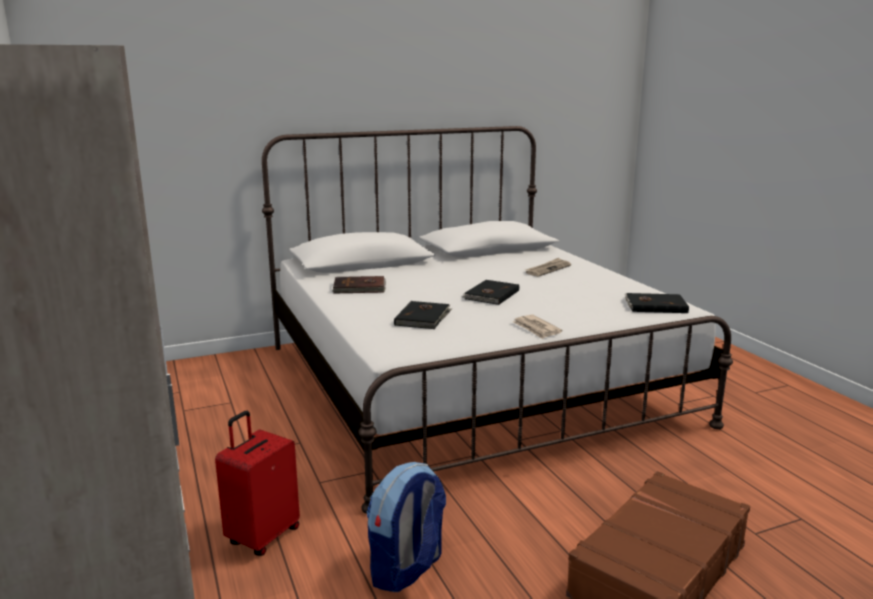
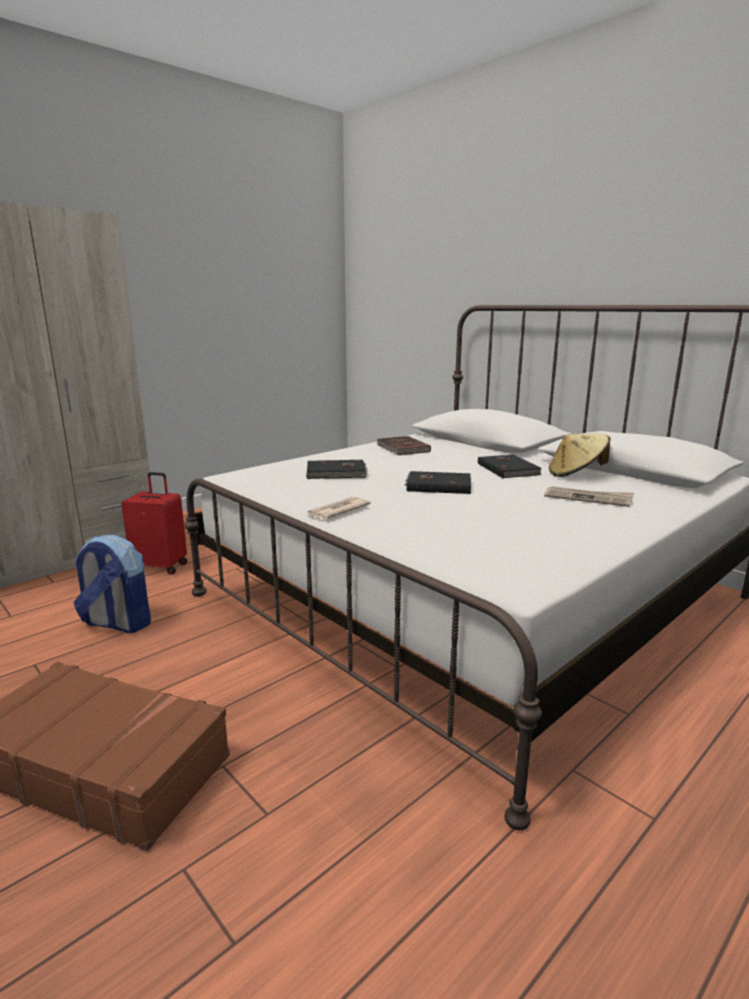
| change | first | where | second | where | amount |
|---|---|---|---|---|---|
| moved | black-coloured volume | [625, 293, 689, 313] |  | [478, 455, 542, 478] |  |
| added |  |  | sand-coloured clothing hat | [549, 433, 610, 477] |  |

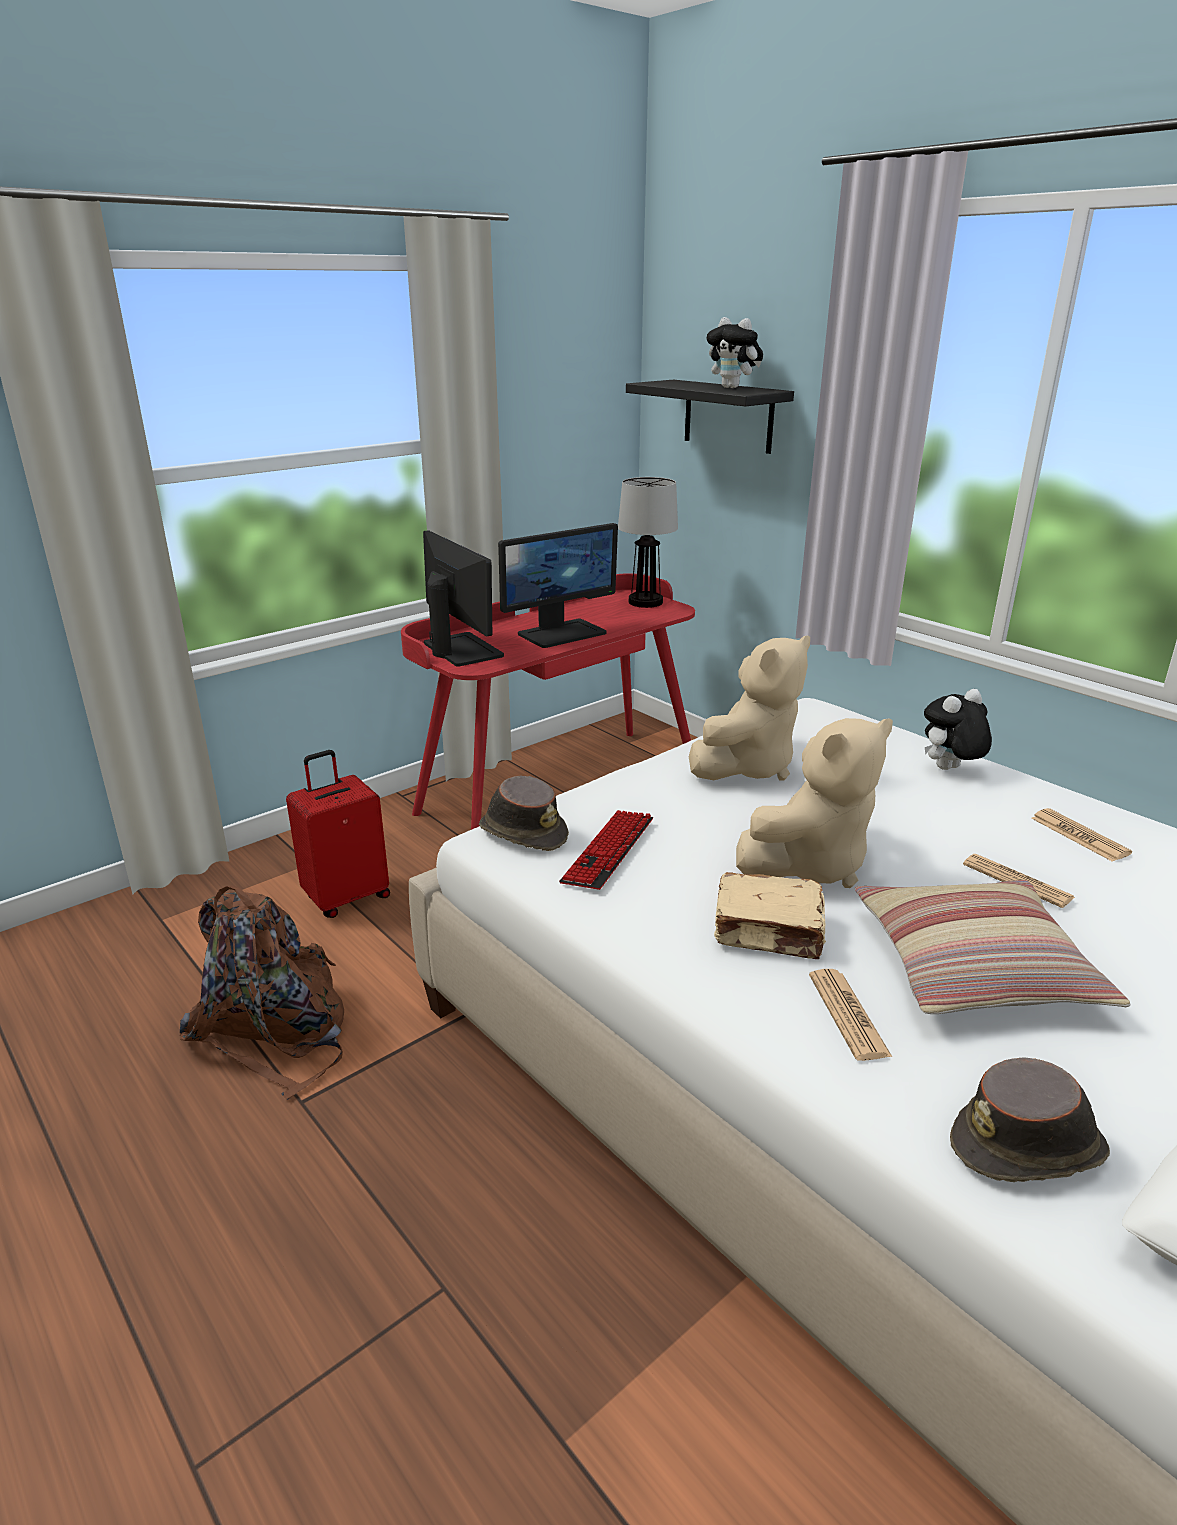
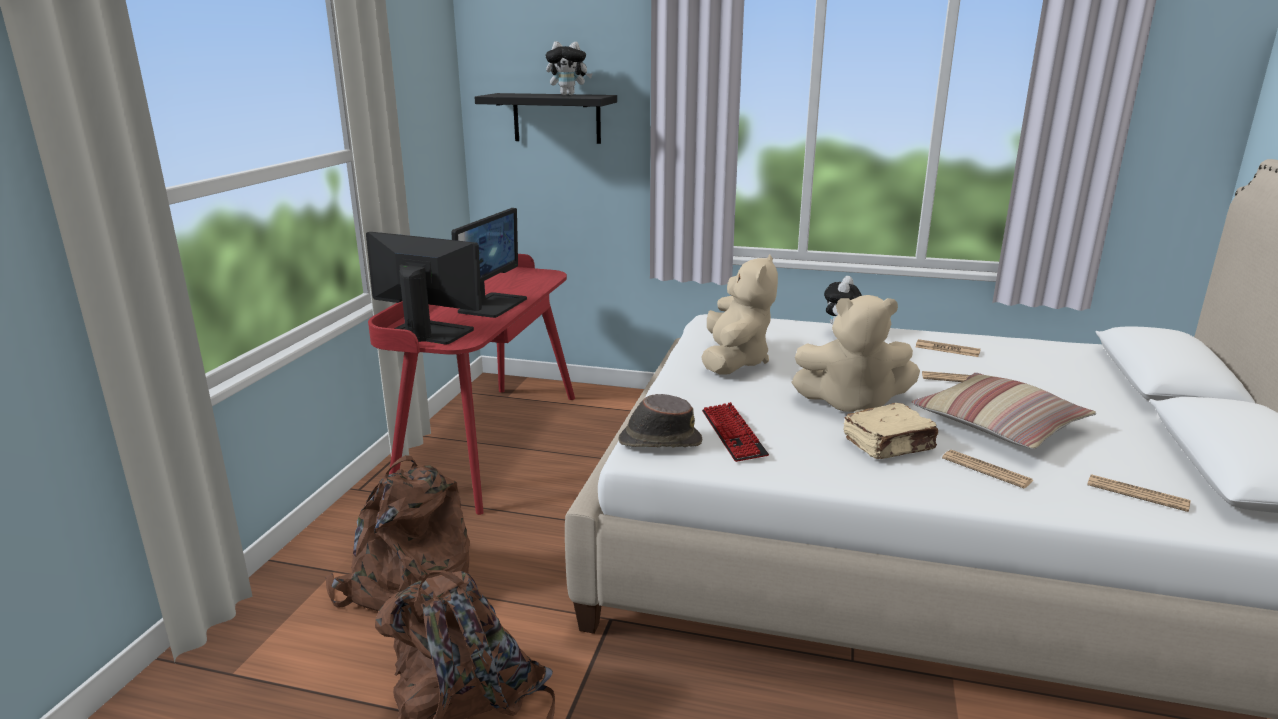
| change | first | where | second | where | amount |
|---|---|---|---|---|---|
| removed | table lamp | [618, 477, 678, 608] |  |  |  |
| turned | sand-coloured soft toy | [736, 718, 893, 888] |  | [791, 295, 920, 413] | 75 degrees clockwise |
| replaced | reddish piece of luggage | [286, 750, 390, 918] | brownish backpack | [326, 455, 470, 611] |  |
| replaced | brownish clothing hat | [950, 1057, 1110, 1182] | daily paper | [1087, 474, 1191, 512] |  |

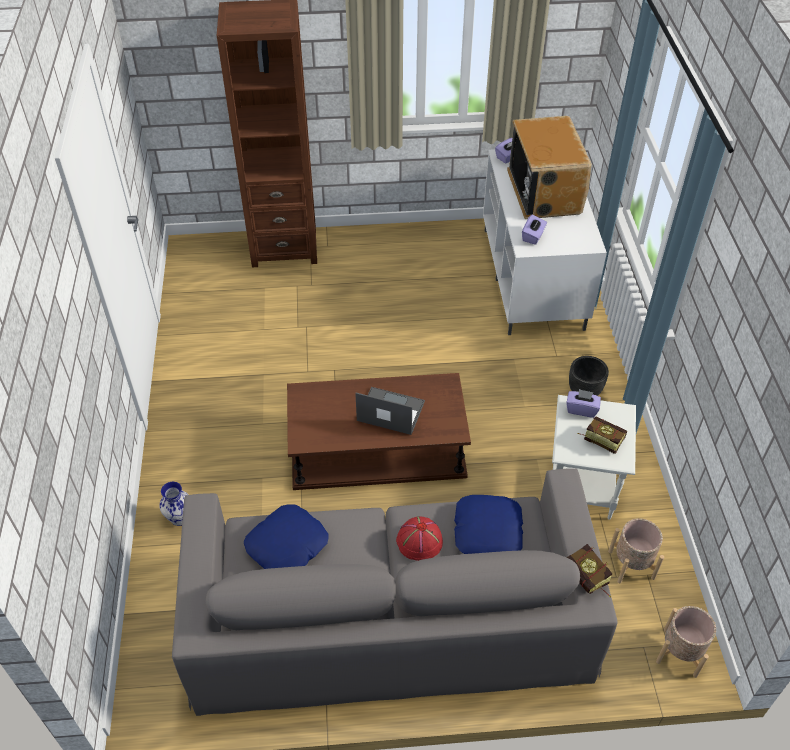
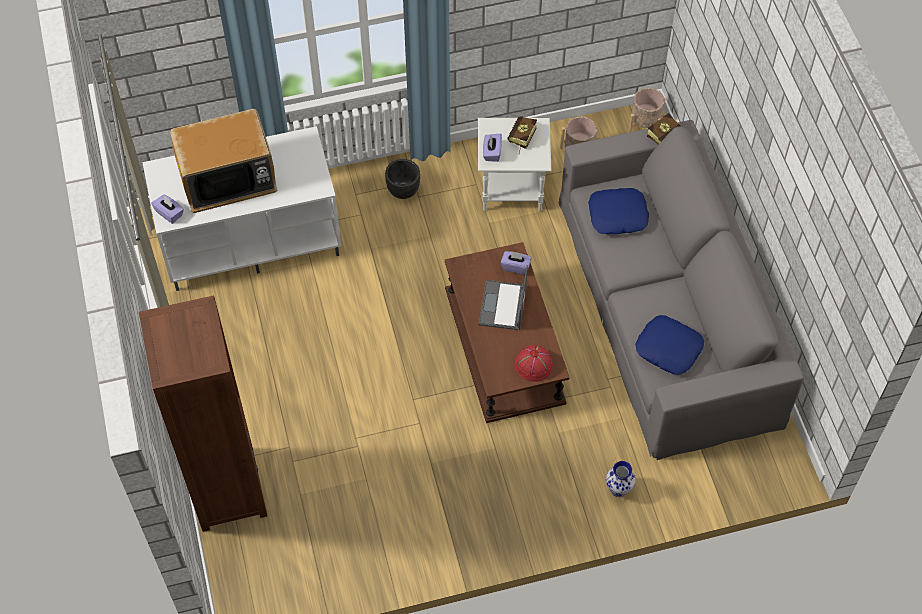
| change | first | where | second | where | amount |
|---|---|---|---|---|---|
| moved | purple box of tissues | [522, 214, 547, 245] |  | [501, 251, 531, 275] |  |
| moved | reddish clothing hat | [396, 516, 443, 561] |  | [515, 345, 553, 382] |  |

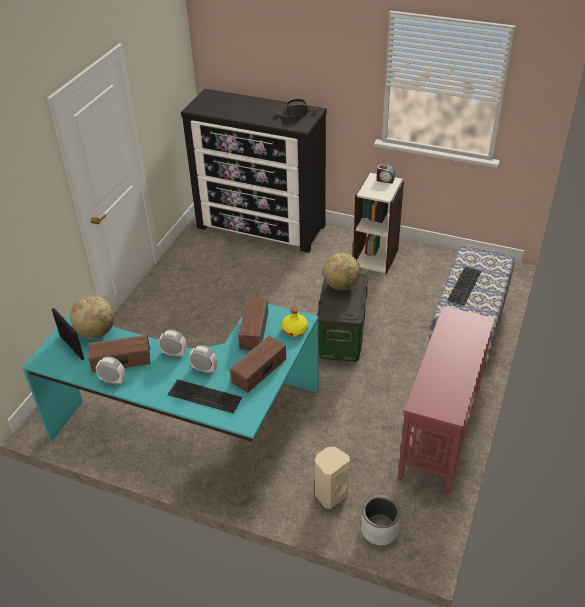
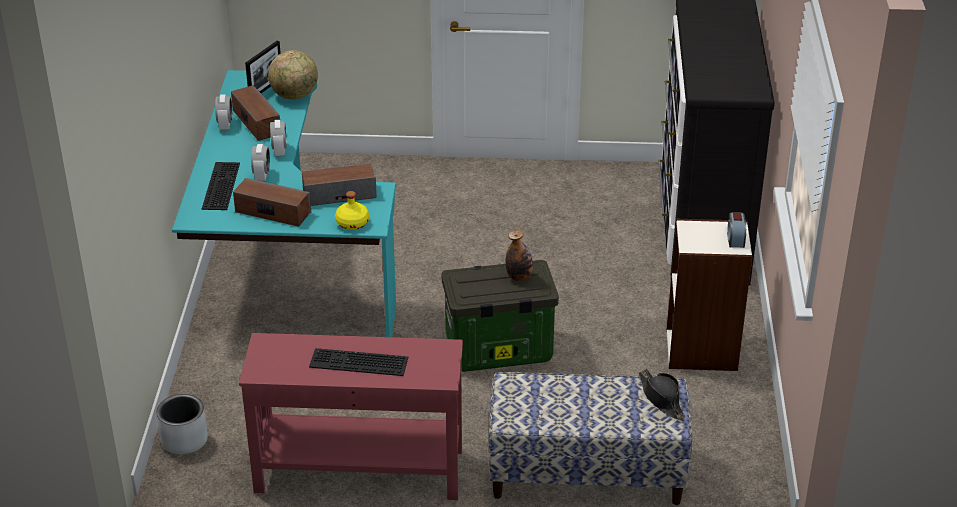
| change | first | where | second | where | amount |
|---|---|---|---|---|---|
| moved | black-coloured clothing hat | [276, 99, 319, 117] |  | [639, 369, 685, 420] |  |
| replaced | desk globe | [323, 253, 361, 290] | drink bottle | [506, 230, 533, 281] |  |
| moved | computer keyboard | [447, 266, 481, 305] |  | [309, 348, 408, 376] |  |
| removed | sand-coloured loudspeaker | [315, 446, 350, 509] |  |  |  |

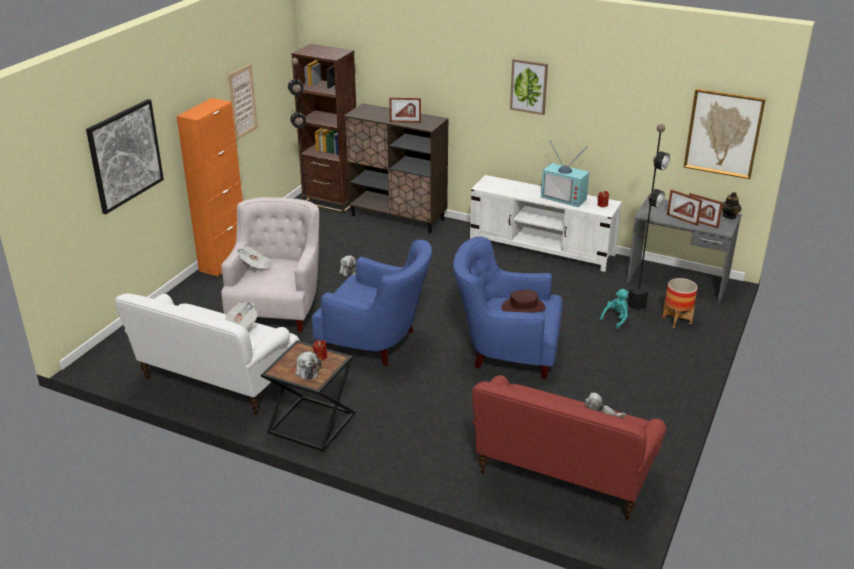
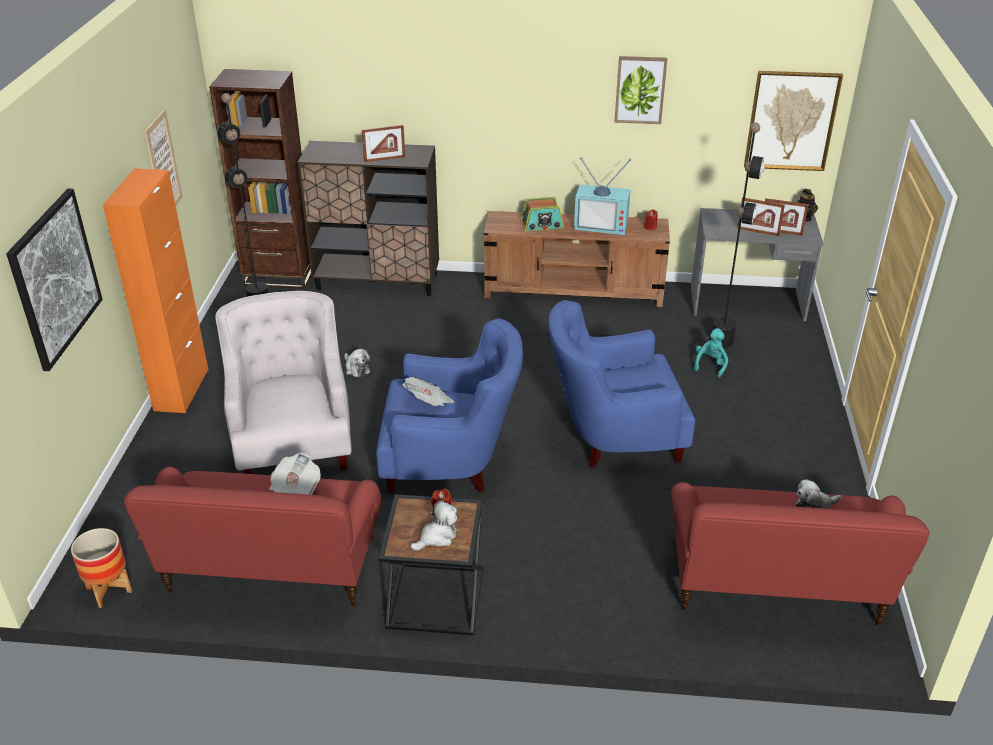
| change | first | where | second | where | amount |
|---|---|---|---|---|---|
| moved | wall picture | [510, 59, 548, 115] |  | [615, 56, 667, 124] |  |
| recoloured | whitish tv stand | [470, 175, 622, 272] | brownish tv stand | [484, 211, 670, 307] |  |
| moved | daily paper | [237, 247, 273, 270] |  | [402, 377, 454, 406] |  |
| moved | plant pot | [662, 278, 697, 328] |  | [71, 528, 132, 608] |  |
| removed | brownish clothing hat | [501, 290, 546, 313] |  |  |  |
| recoloured | whitish couch | [115, 293, 300, 415] | reddish couch | [124, 467, 382, 607] |  |
| turned | soft toy | [295, 352, 321, 380] |  | [410, 501, 457, 551] | 90 degrees counterclockwise |
| added |  |  | radio | [521, 197, 564, 232] |  |

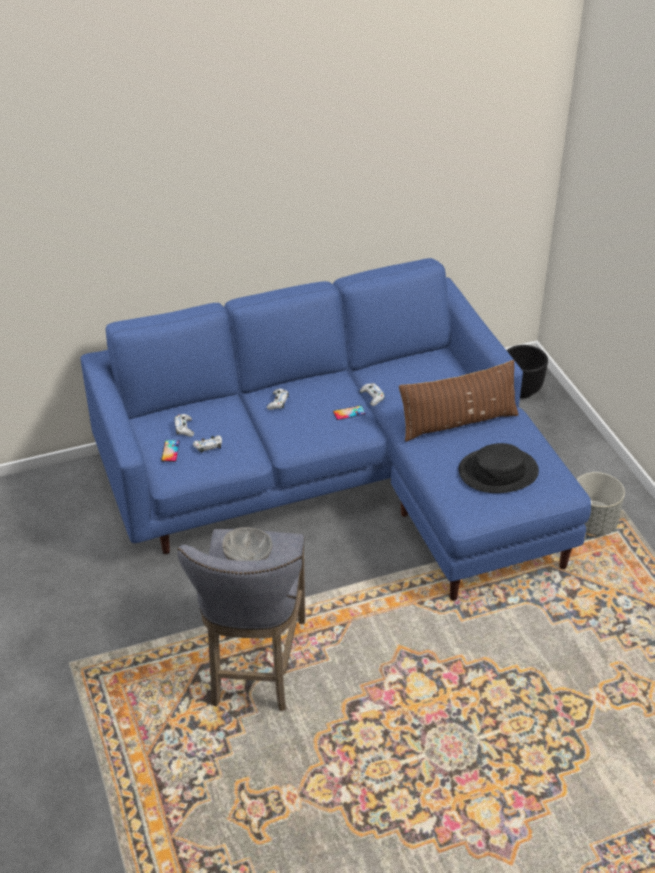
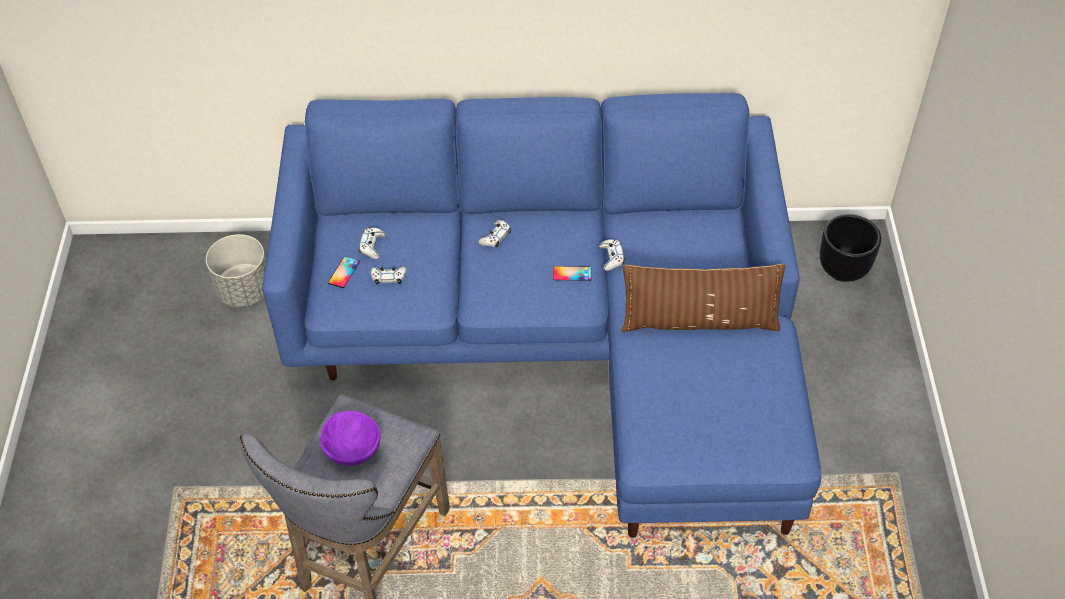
| change | first | where | second | where | amount |
|---|---|---|---|---|---|
| removed | black-coloured clothing hat | [459, 443, 539, 493] |  |  |  |
| moved | grey plant pot | [577, 472, 625, 535] |  | [206, 234, 266, 307] |  |
| recoloured | grey deep dish | [222, 527, 272, 561] | purple deep dish | [319, 411, 380, 466] |  |

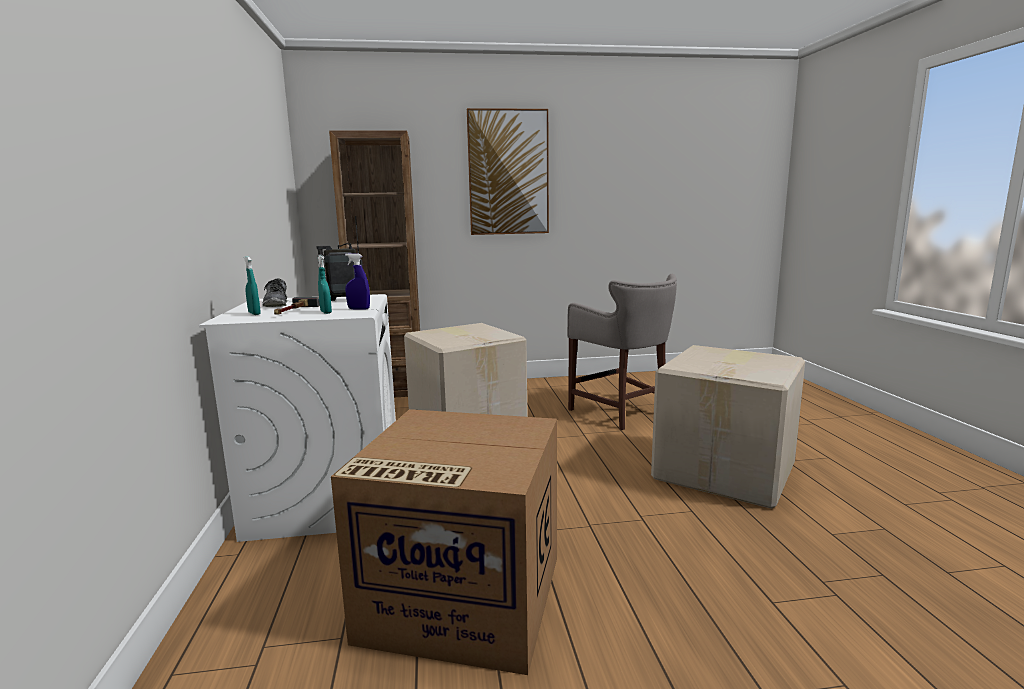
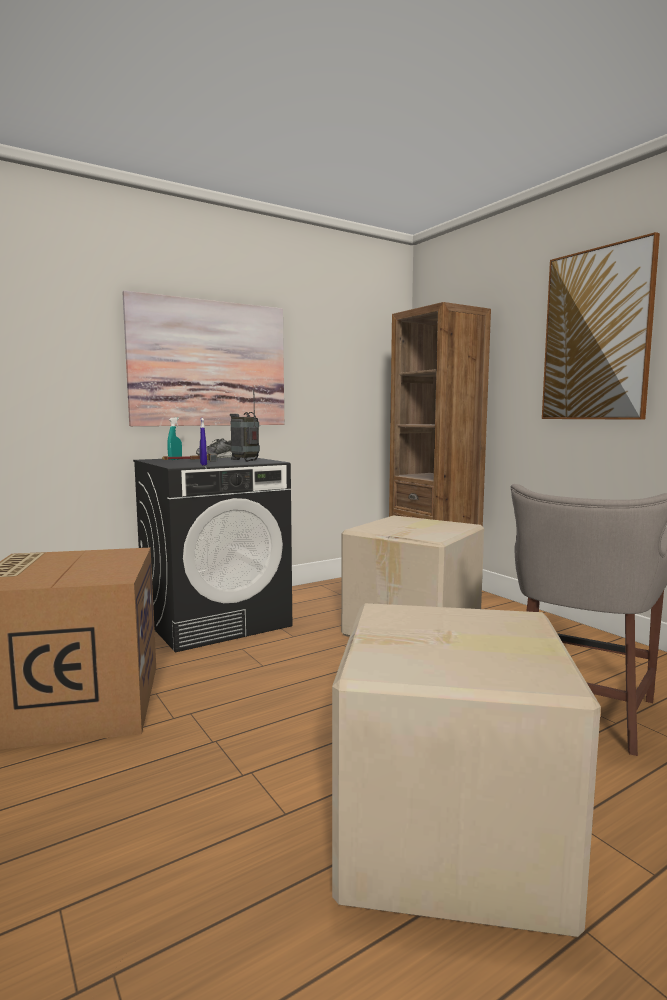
| change | first | where | second | where | amount |
|---|---|---|---|---|---|
| removed | turquoise hand sprayer | [318, 255, 332, 314] |  |  |  |
| recoloured | whitish laundry appliance | [199, 294, 396, 542] | black-coloured laundry appliance | [133, 457, 292, 652] |  |
| added |  |  | wall picture | [122, 290, 284, 426] |  |

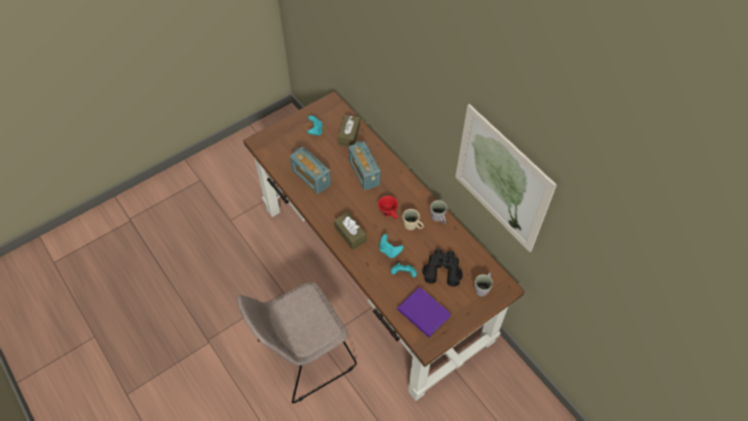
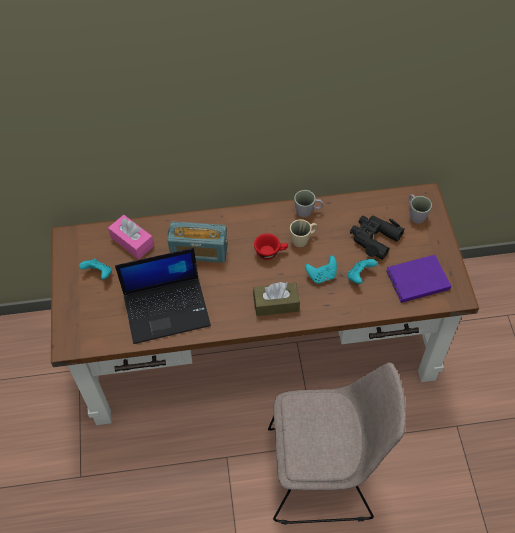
| change | first | where | second | where | amount |
|---|---|---|---|---|---|
| removed | wall picture | [455, 104, 557, 252] |  |  |  |
| recoloured | brownish box of tissues | [338, 115, 360, 147] | pinkish box of tissues | [108, 215, 154, 259] |  |
| replaced | radio | [290, 147, 331, 194] | laptop | [115, 248, 211, 344] |  |
| turned | sand-coloured plain chair | [237, 282, 357, 403] |  | [268, 362, 406, 525] | 90 degrees counterclockwise |

